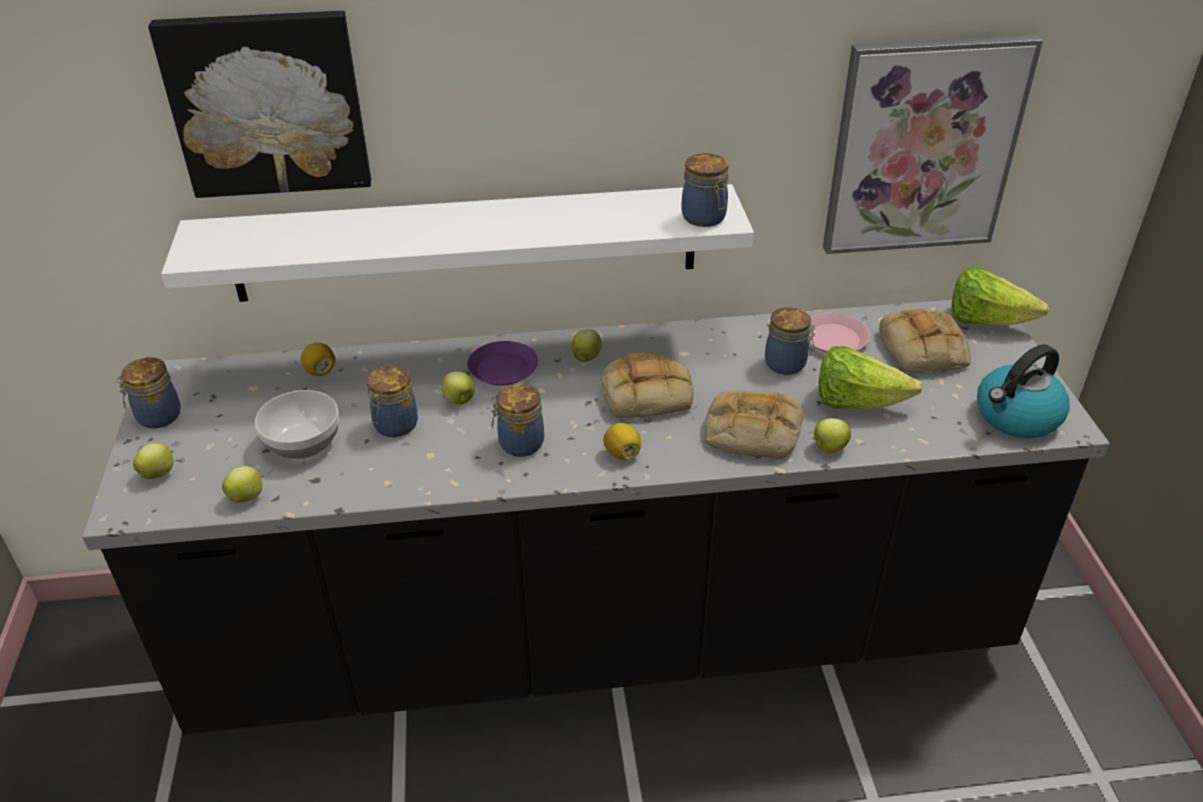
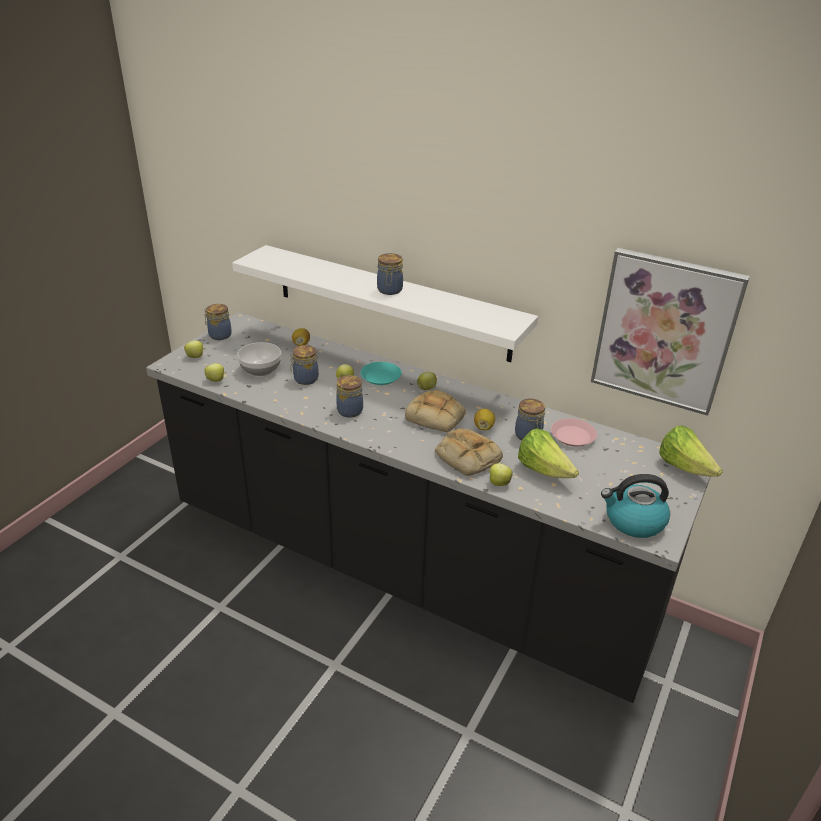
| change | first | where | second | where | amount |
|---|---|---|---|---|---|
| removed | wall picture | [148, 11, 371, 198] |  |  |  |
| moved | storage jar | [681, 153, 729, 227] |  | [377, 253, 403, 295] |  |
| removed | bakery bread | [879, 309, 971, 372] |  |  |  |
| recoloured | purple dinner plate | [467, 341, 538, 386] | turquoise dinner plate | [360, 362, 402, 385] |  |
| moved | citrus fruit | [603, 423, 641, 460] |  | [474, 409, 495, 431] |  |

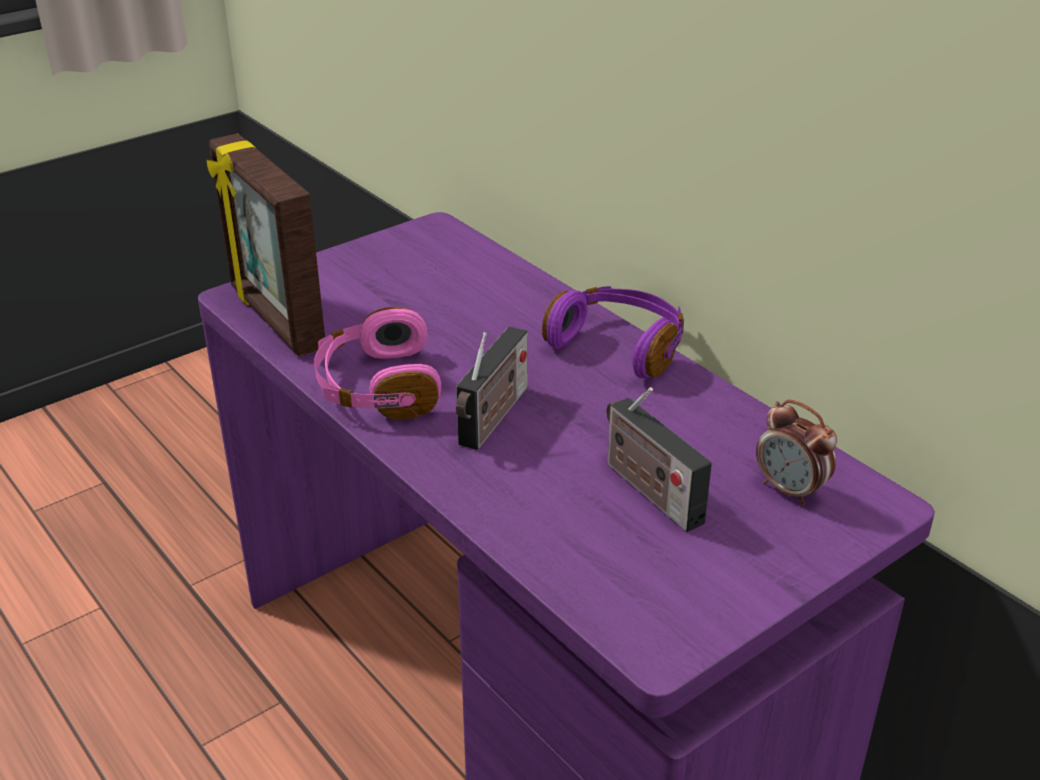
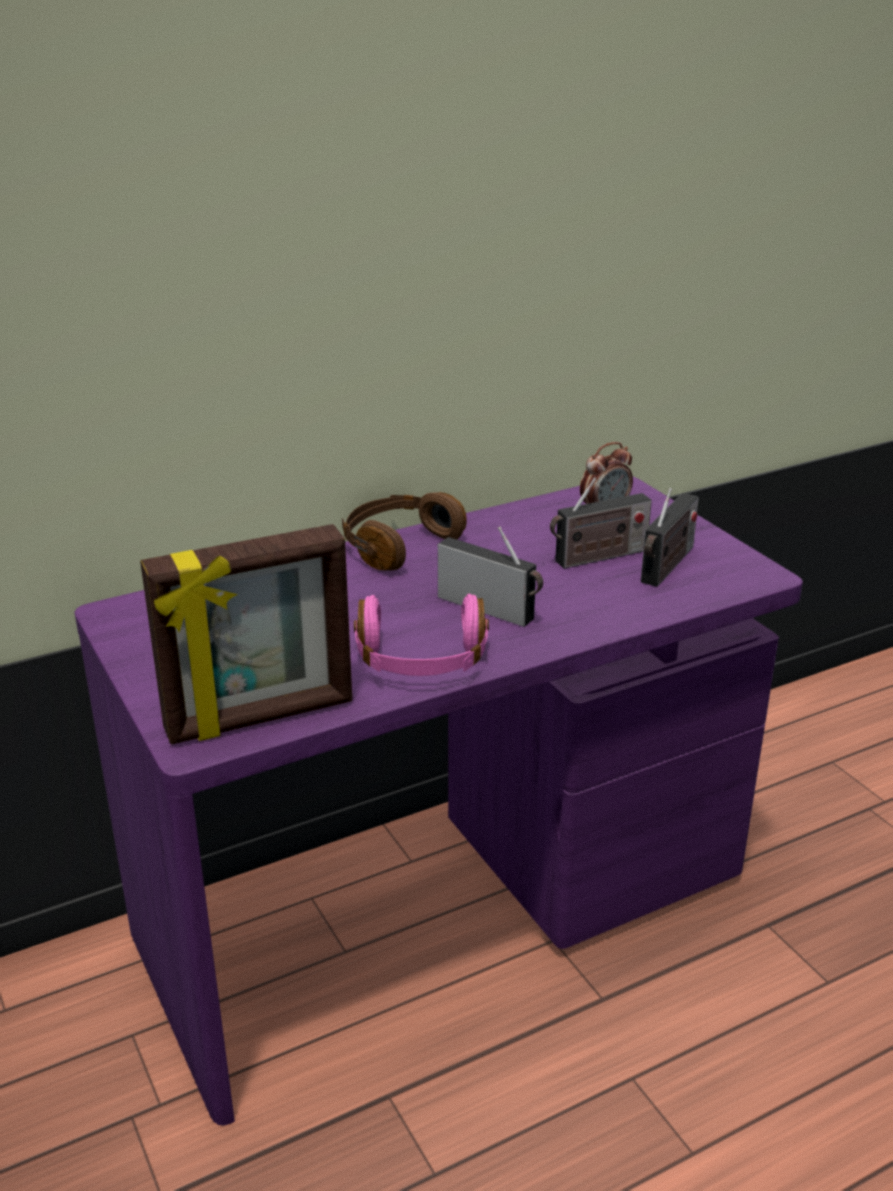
| change | first | where | second | where | amount |
|---|---|---|---|---|---|
| recoloured | purple headset | [542, 286, 684, 378] | brownish headset | [342, 492, 467, 570] |  |
| added |  |  | radio | [641, 488, 699, 587] |  |

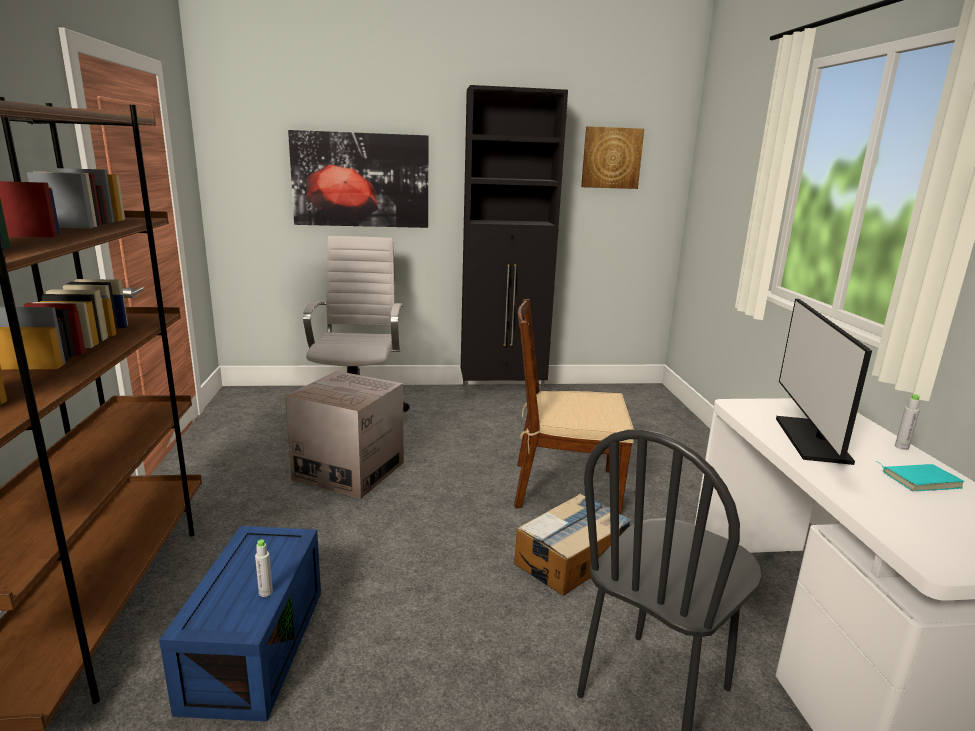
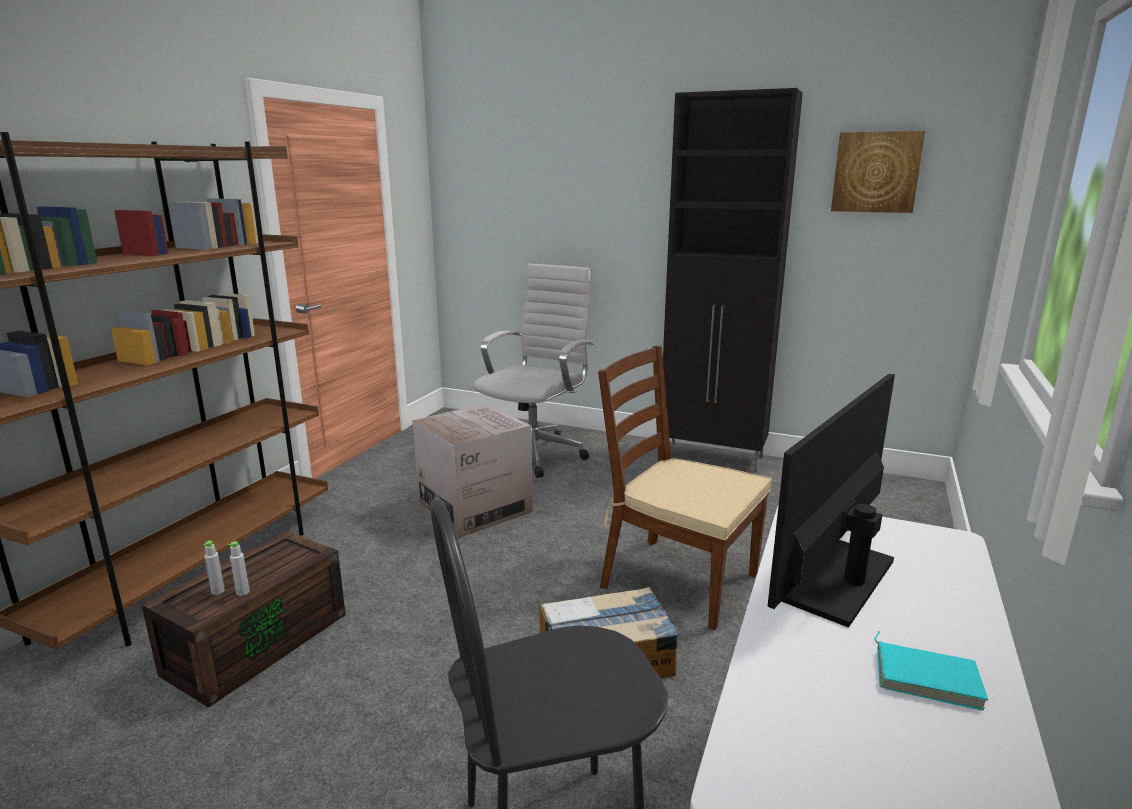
| change | first | where | second | where | amount |
|---|---|---|---|---|---|
| removed | wall picture | [288, 130, 428, 228] |  |  |  |
| moved | grey drink bottle | [895, 394, 920, 450] |  | [203, 541, 225, 595] |  |
| recoloured | blue-coloured storage bin | [159, 526, 321, 722] | brownish storage bin | [142, 531, 346, 708] |  |

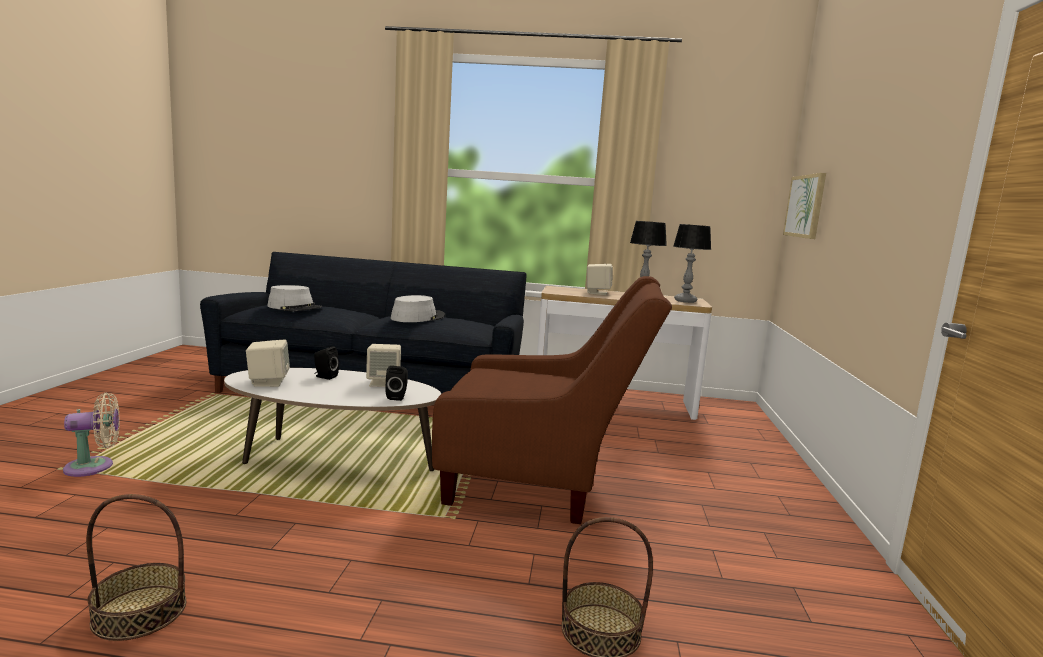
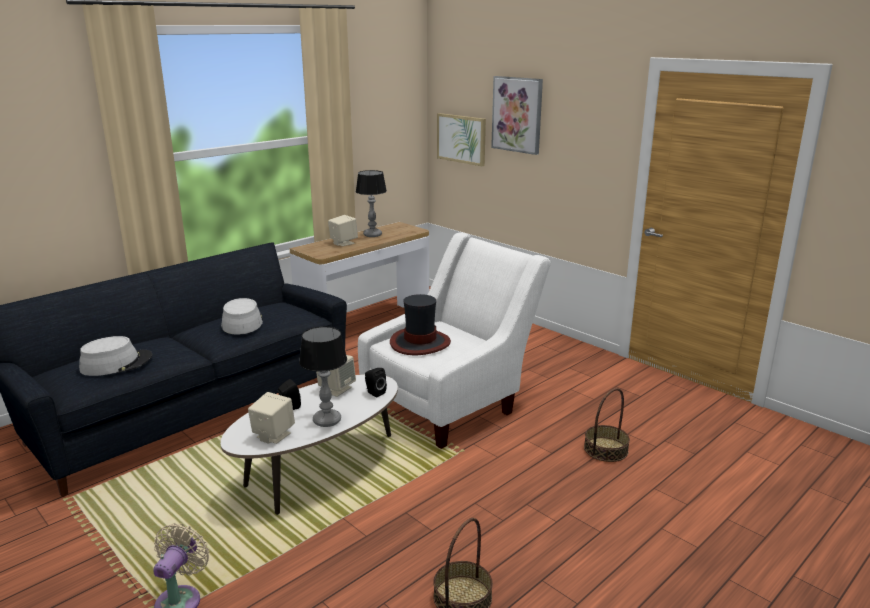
| change | first | where | second | where | amount |
|---|---|---|---|---|---|
| moved | table lamp | [673, 224, 711, 303] |  | [299, 326, 347, 427] |  |
| recoloured | brownish easy chair | [432, 276, 672, 524] | whitish easy chair | [358, 232, 551, 449] |  |
| added |  |  | wall picture | [491, 76, 543, 155] |  |
| added |  |  | clothing hat | [390, 294, 451, 355] |  |

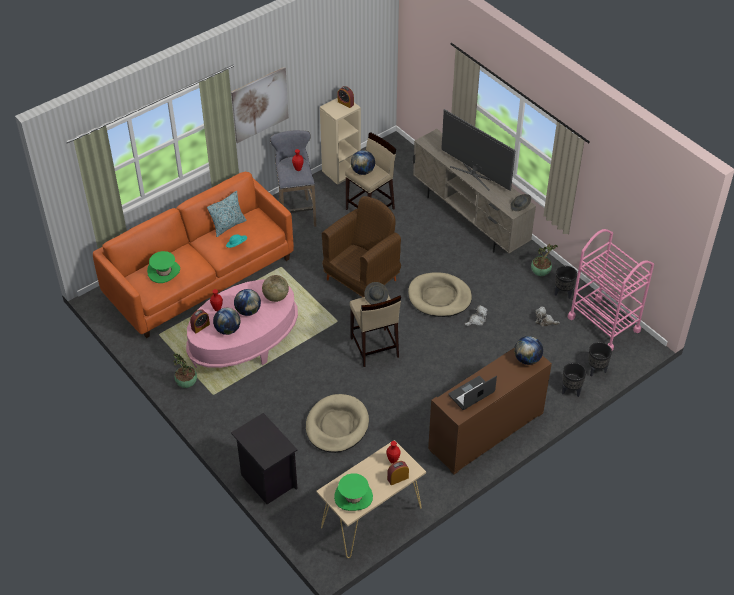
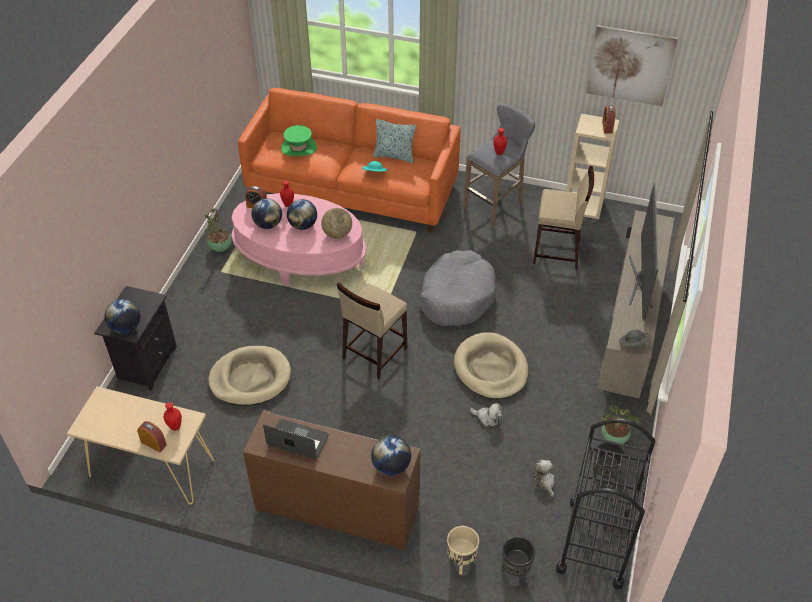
| change | first | where | second | where | amount |
|---|---|---|---|---|---|
| moved | wall picture | [231, 67, 289, 143] |  | [586, 25, 678, 106] |  |
| moved | desk globe | [351, 150, 375, 175] |  | [105, 299, 141, 334] |  |
| replaced | brownish easy chair | [322, 196, 401, 297] | grey dog cushion | [419, 250, 496, 326] |  |
| recoloured | pinkish cart | [568, 229, 654, 351] | black-coloured cart | [556, 419, 656, 589] |  |
| removed | grey clothing hat | [364, 282, 389, 304] |  |  |  |
| recoloured | black-coloured plant pot | [562, 363, 586, 397] | sand-coloured plant pot | [447, 526, 479, 575] |  |
| removed | greenish clothing hat | [334, 473, 373, 511] |  |  |  |

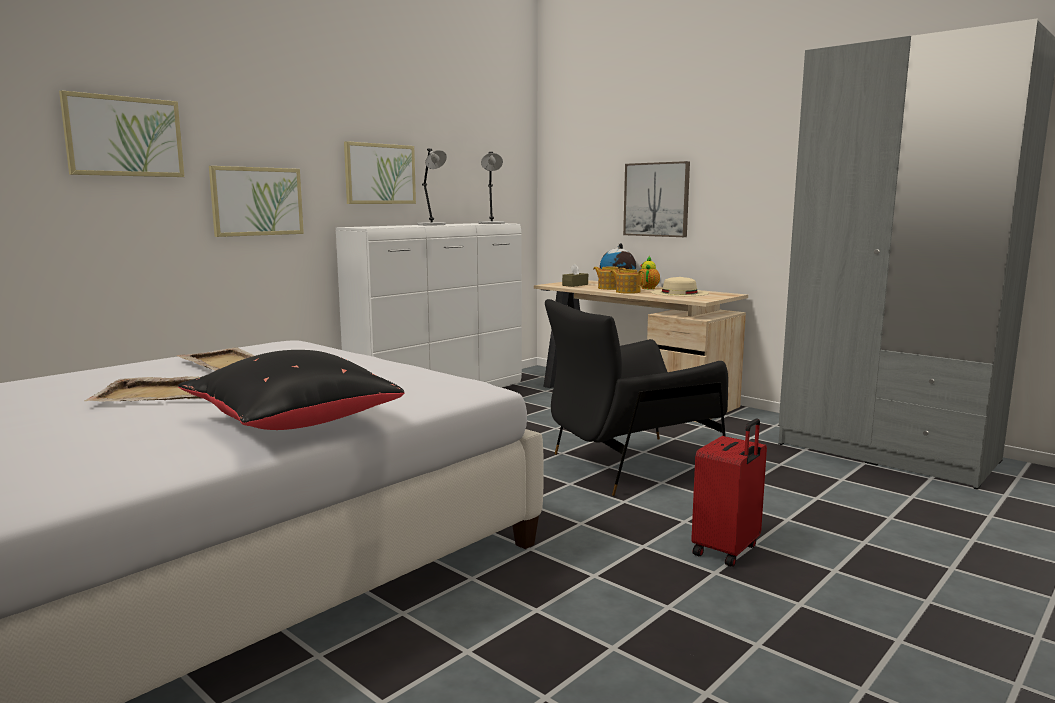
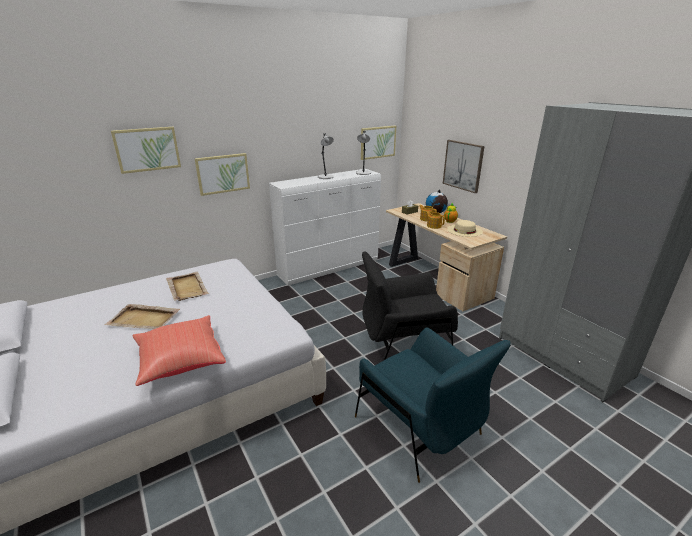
| change | first | where | second | where | amount |
|---|---|---|---|---|---|
| moved | wall picture | [344, 141, 416, 204] |  | [361, 126, 396, 160] |  |
| recoloured | black-coloured pillow | [178, 350, 405, 430] | reddish pillow | [132, 315, 226, 386] |  |
| replaced | reddish piece of luggage | [691, 418, 767, 567] | blue-coloured easy chair | [355, 327, 511, 483] |  |

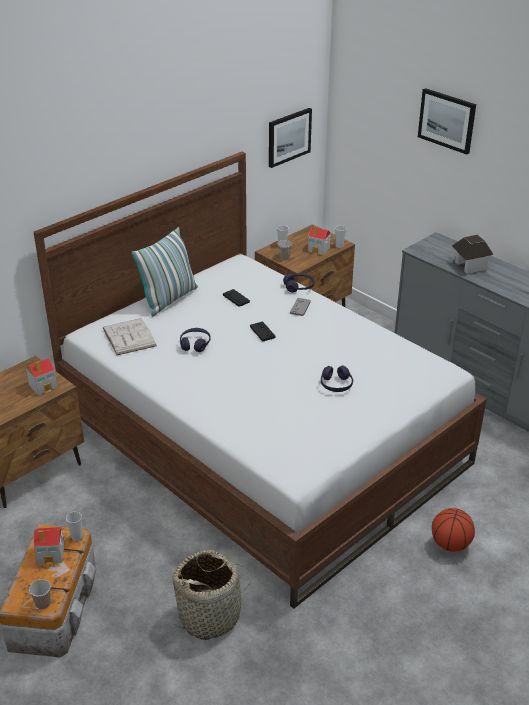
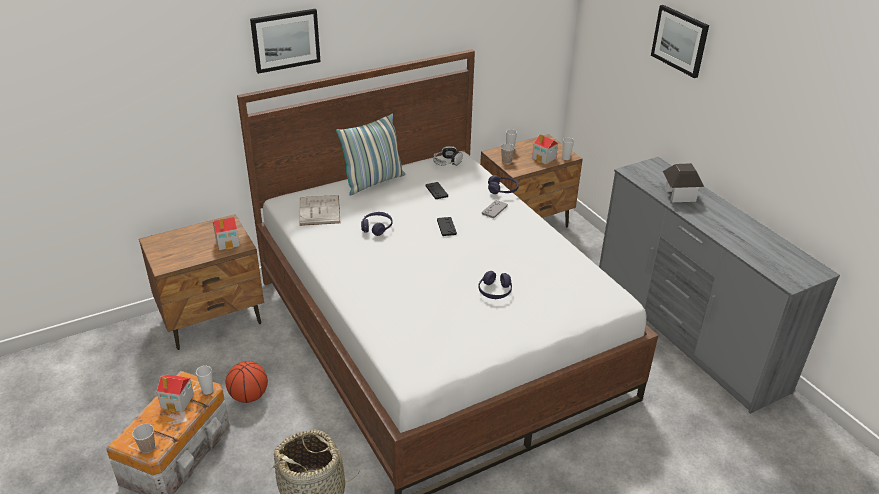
| change | first | where | second | where | amount |
|---|---|---|---|---|---|
| moved | wall picture | [269, 108, 312, 168] |  | [250, 9, 321, 74] |  |
| moved | ball for basketball | [432, 508, 475, 551] |  | [225, 361, 268, 403] |  |
| added |  |  | headset | [433, 146, 463, 166] |  |

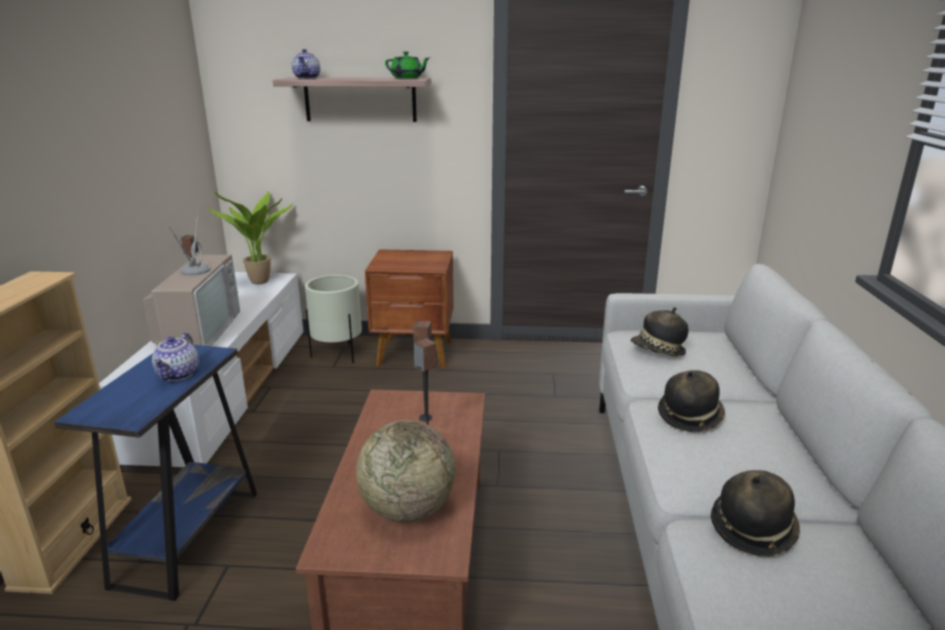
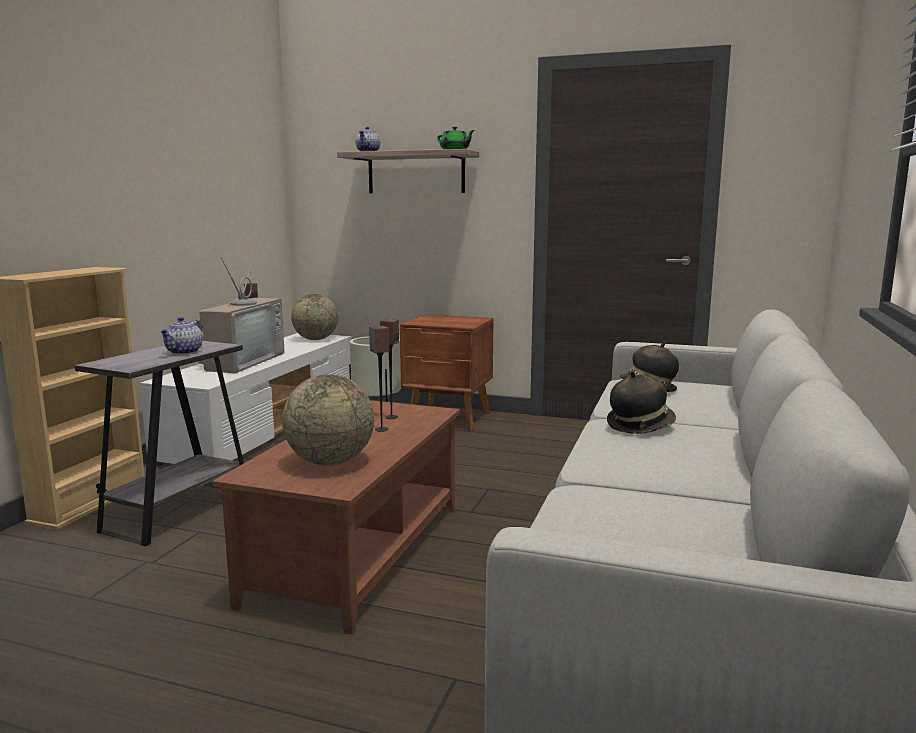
| change | first | where | second | where | amount |
|---|---|---|---|---|---|
| replaced | plant in a pot | [207, 191, 293, 284] | desk globe | [291, 294, 338, 340] |  |
| recoloured | blue-coloured side table | [54, 345, 257, 601] | grey side table | [74, 341, 244, 546] |  |
| removed | clothing hat | [711, 470, 800, 557] |  |  |  |

